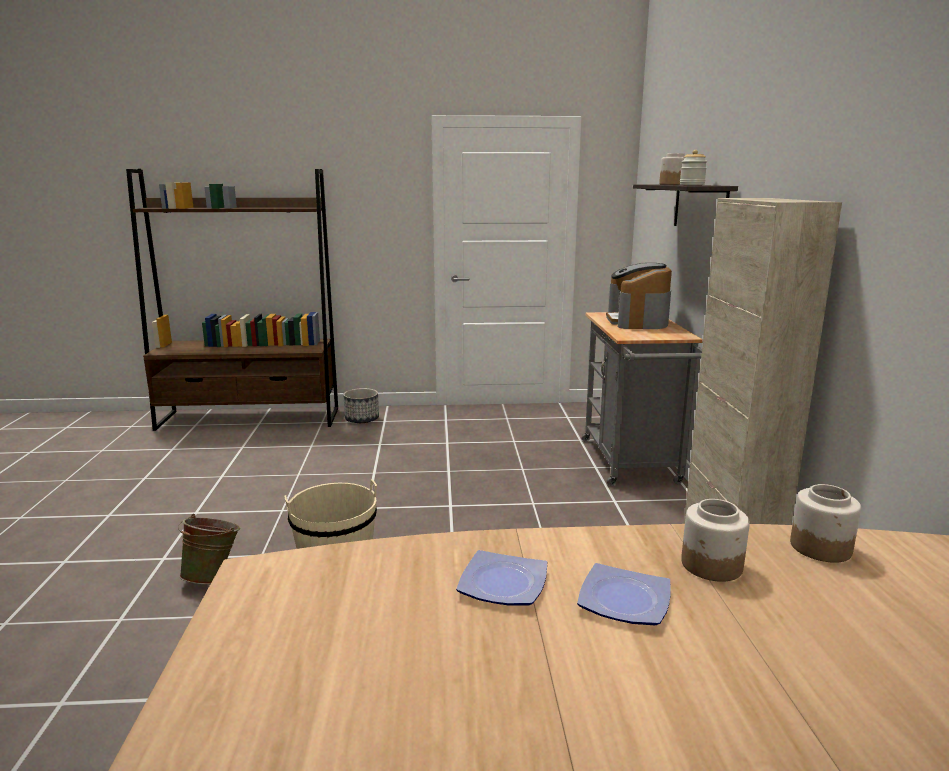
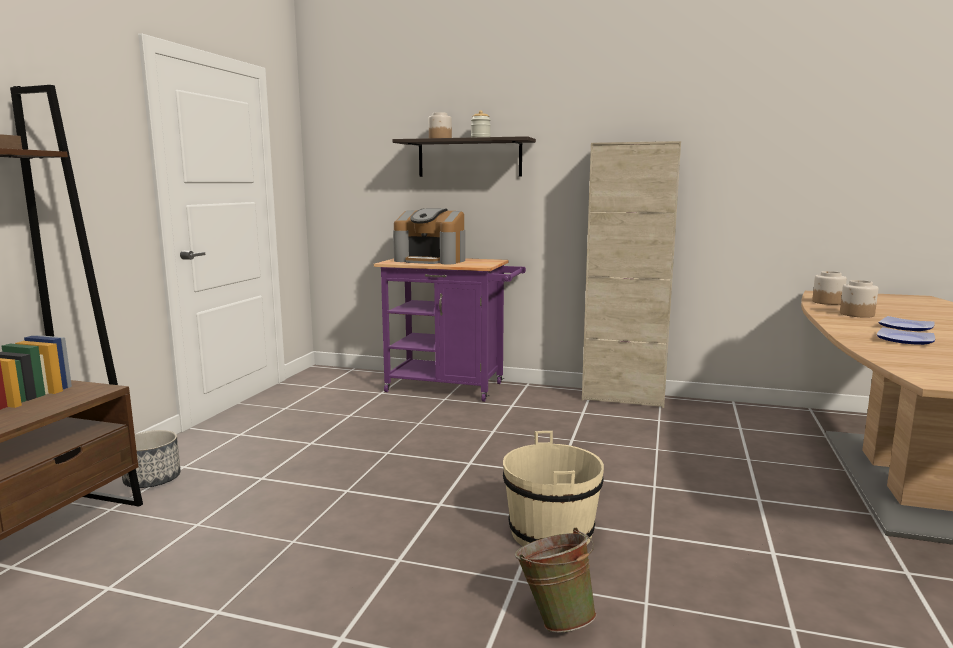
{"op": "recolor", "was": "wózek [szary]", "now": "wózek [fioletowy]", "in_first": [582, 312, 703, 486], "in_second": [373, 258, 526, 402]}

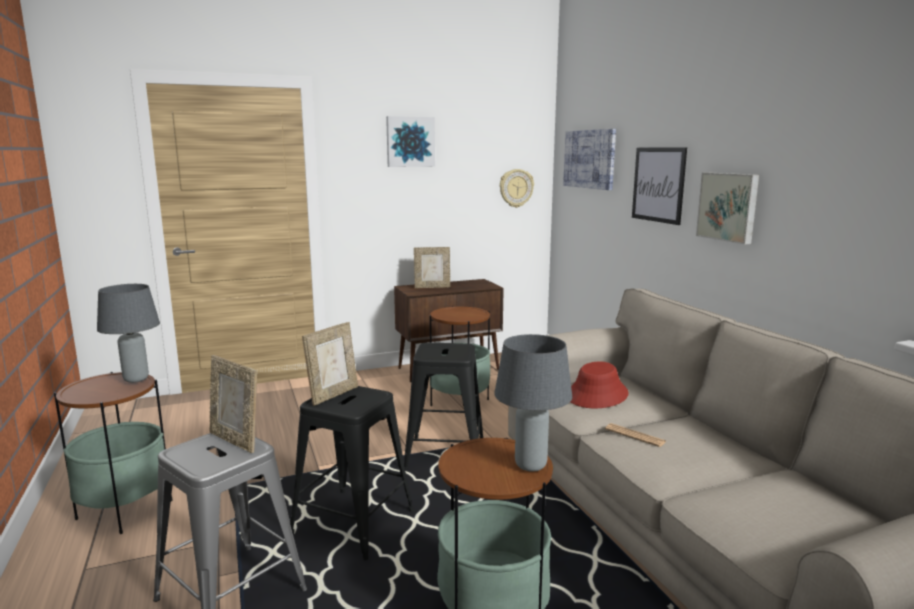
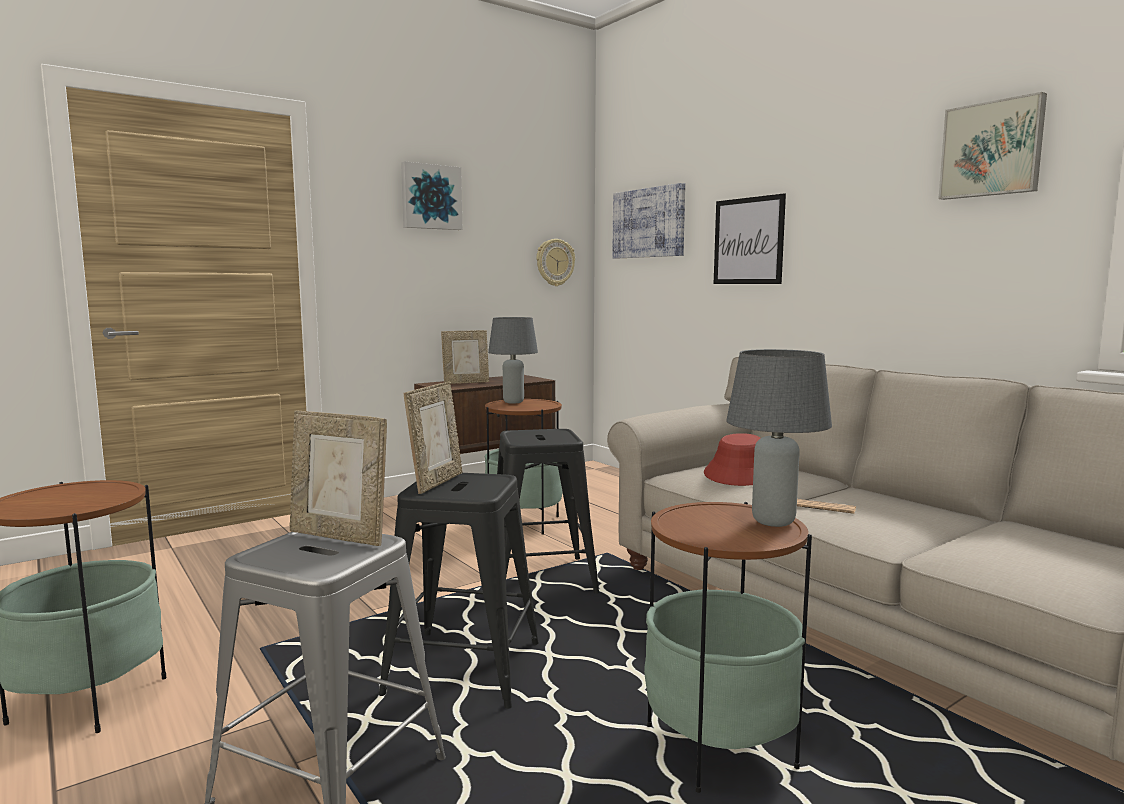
{"op": "move", "was": "lampa stołowa [szary]", "in_first": [97, 284, 160, 383], "in_second": [488, 317, 538, 404]}
{"op": "move", "was": "obraz", "in_first": [696, 172, 759, 244], "in_second": [938, 92, 1047, 200]}

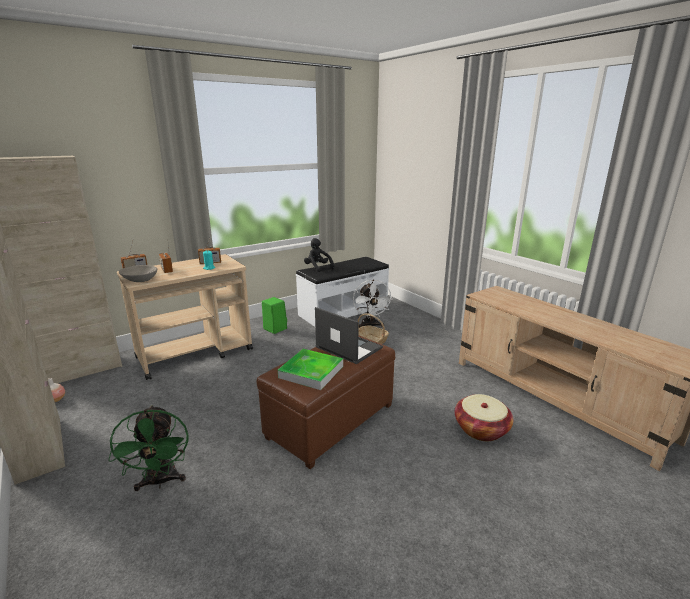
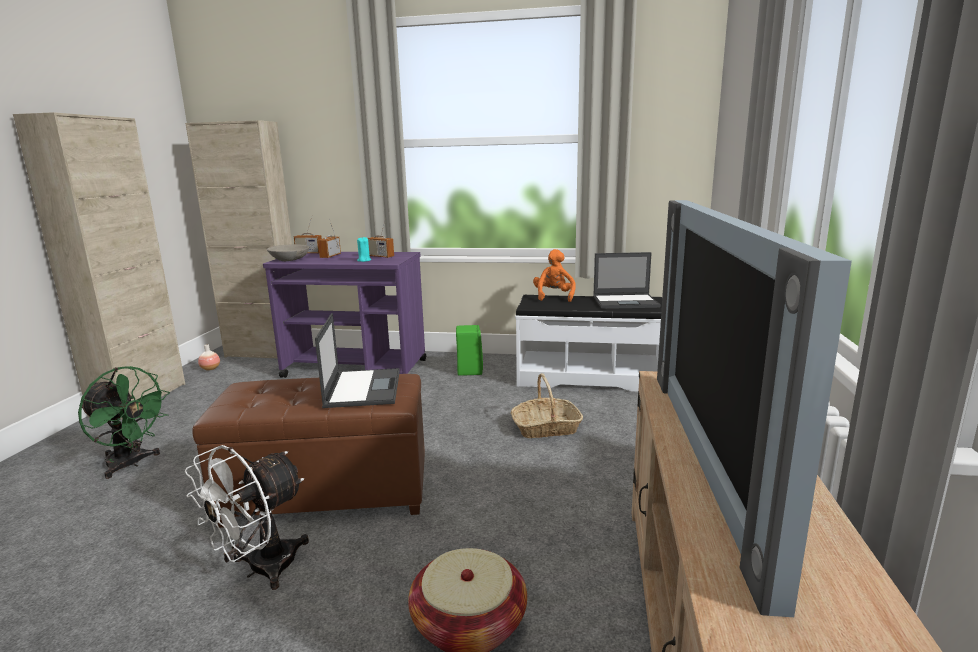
{"op": "rotate", "was": "wentylator [zielony]", "in_first": [108, 405, 189, 491], "in_second": [78, 366, 170, 479], "clockwise": -90}
{"op": "move", "was": "wentylator [biały]", "in_first": [353, 279, 392, 328], "in_second": [185, 445, 309, 590]}
{"op": "recolor", "was": "wózek [beżowy]", "now": "wózek [fioletowy]", "in_first": [117, 254, 253, 380], "in_second": [263, 252, 426, 378]}
{"op": "recolor", "was": "pluszak [czarny]", "now": "pluszak [pomarańczowy]", "in_first": [304, 238, 334, 272], "in_second": [533, 249, 576, 302]}
{"op": "insert", "now": "laptop", "in_second": [593, 252, 661, 309]}
{"op": "insert", "now": "telewizor", "in_second": [657, 200, 852, 617]}
{"op": "delete", "was": "taca", "in_first": [278, 349, 343, 390]}

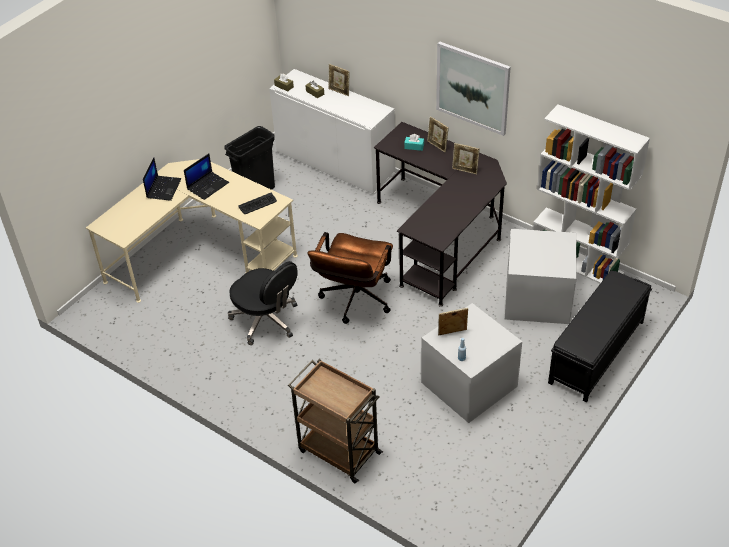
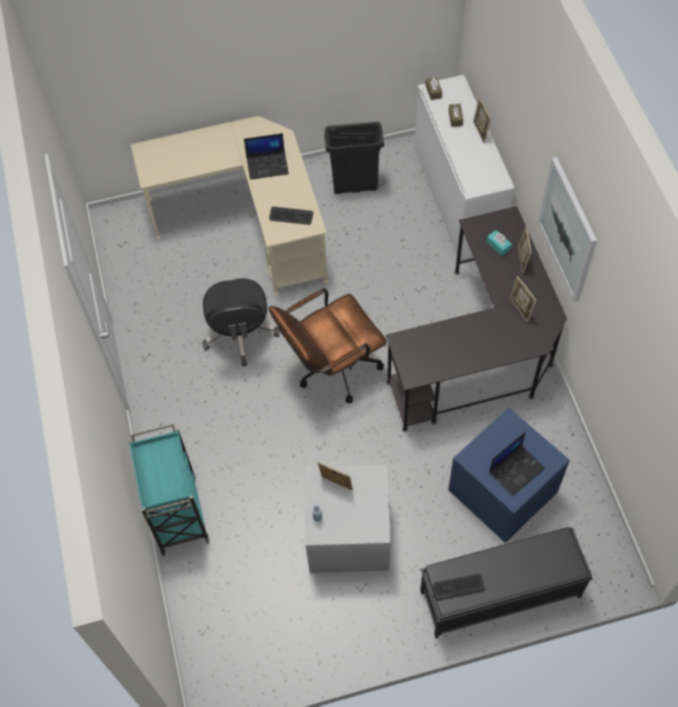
{"op": "recolor", "was": "wózek [brązowy]", "now": "wózek [turkusowy]", "in_first": [288, 359, 383, 483], "in_second": [128, 424, 209, 556]}
{"op": "insert", "now": "klawiatura", "in_second": [433, 574, 485, 600]}
{"op": "recolor", "was": "pojemnik do przechowywania [szary]", "now": "pojemnik do przechowywania [niebieski]", "in_first": [505, 229, 577, 324], "in_second": [448, 408, 570, 543]}
{"op": "move", "was": "laptop", "in_first": [143, 157, 181, 201], "in_second": [489, 432, 545, 496]}
{"op": "delete", "was": "regał [biały]", "in_first": [533, 105, 650, 283]}

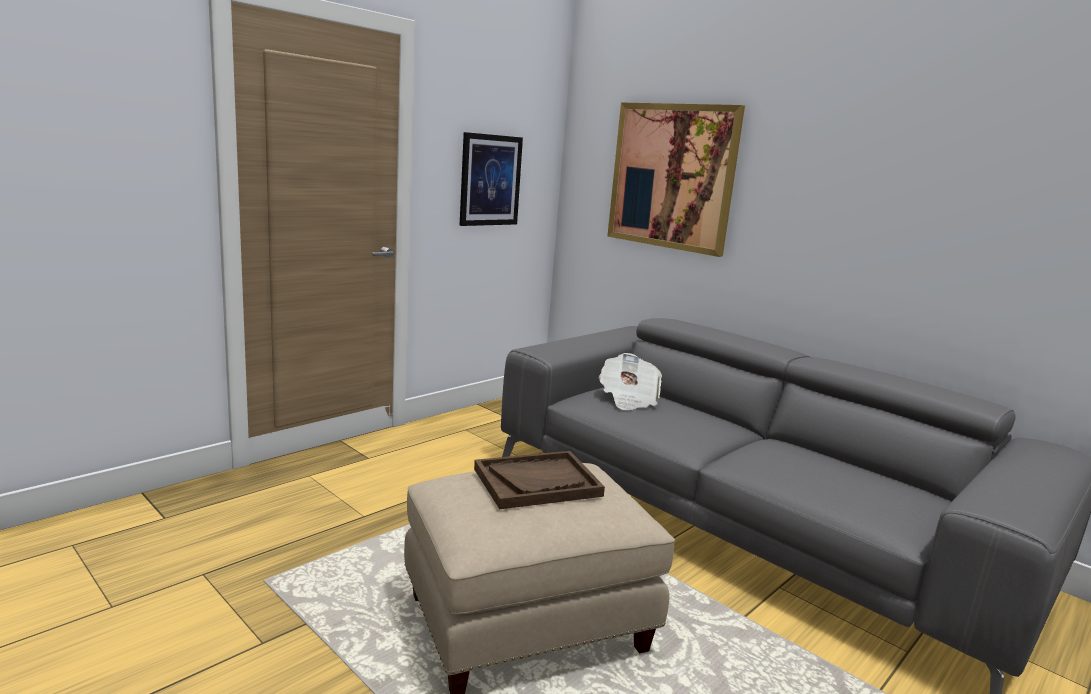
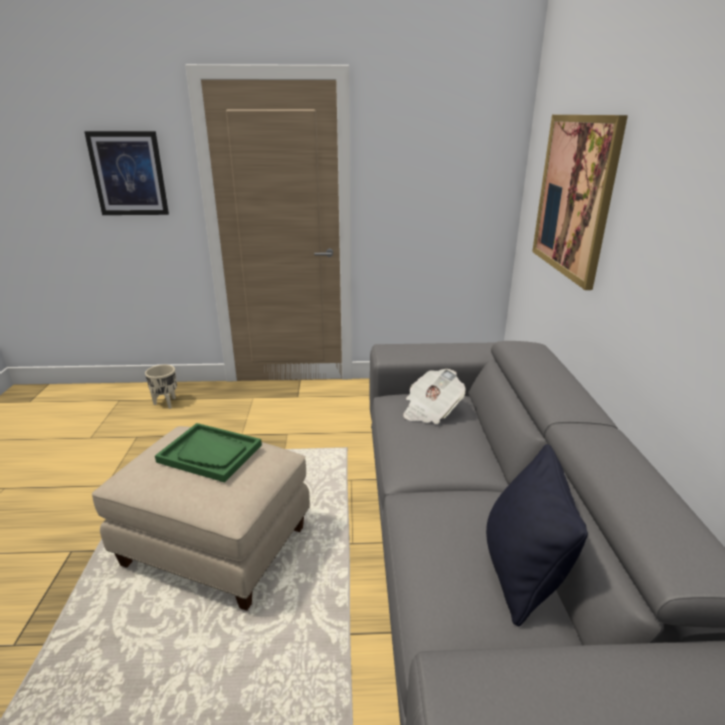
{"op": "move", "was": "obraz", "in_first": [460, 132, 523, 226], "in_second": [84, 131, 169, 215]}
{"op": "insert", "now": "donica [beżowy]", "in_second": [145, 365, 177, 409]}
{"op": "recolor", "was": "taca [brązowy]", "now": "taca [zielony]", "in_first": [474, 451, 605, 509], "in_second": [155, 423, 262, 482]}
{"op": "insert", "now": "poduszka [czarny]", "in_second": [486, 444, 588, 626]}

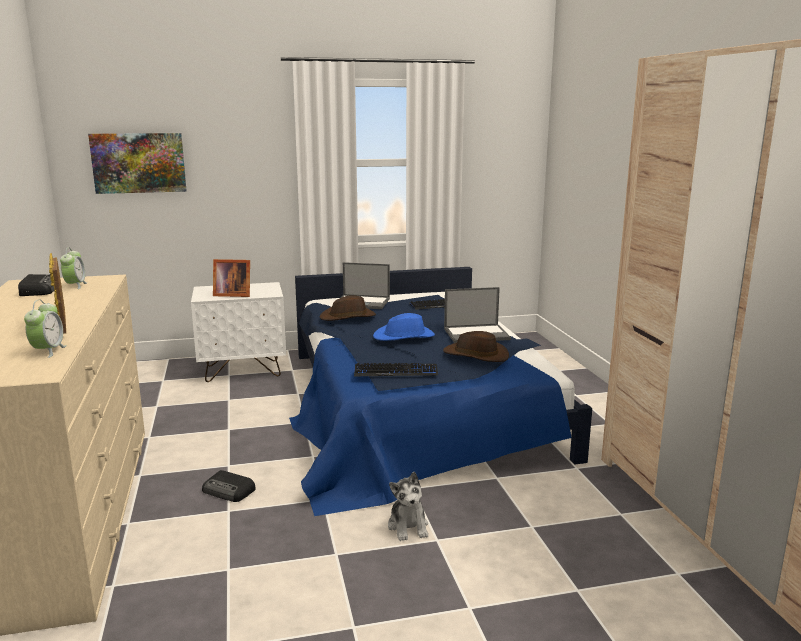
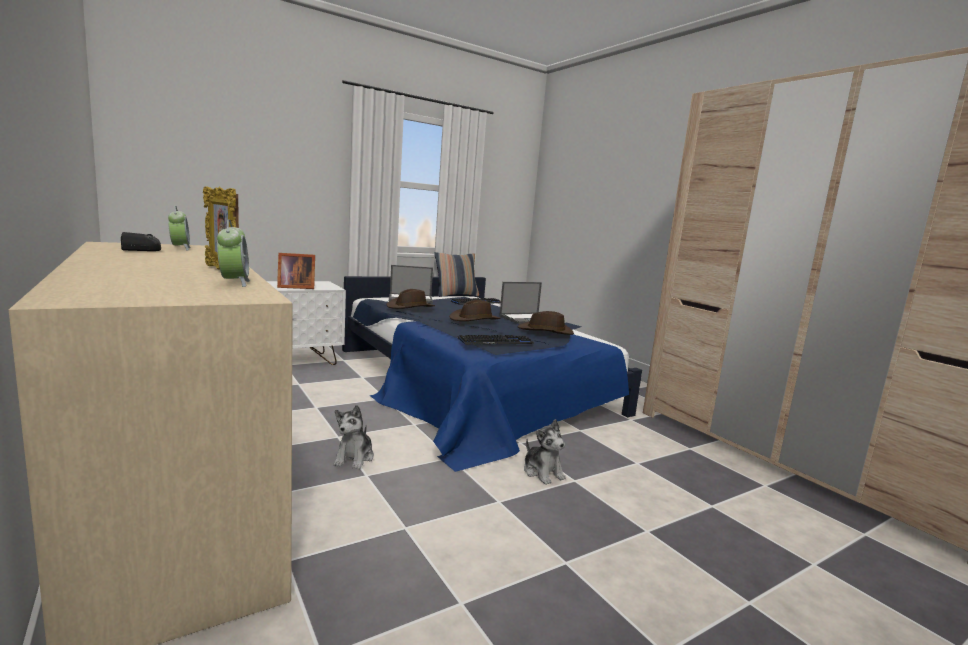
{"op": "replace", "was": "radio", "now": "pluszak", "in_first": [202, 470, 256, 502], "in_second": [333, 405, 374, 469]}
{"op": "insert", "now": "poduszka", "in_second": [435, 252, 479, 297]}
{"op": "recolor", "was": "kapelusz [niebieski]", "now": "kapelusz [brązowy]", "in_first": [373, 313, 435, 341], "in_second": [449, 300, 501, 321]}
{"op": "delete", "was": "obraz", "in_first": [88, 133, 187, 194]}

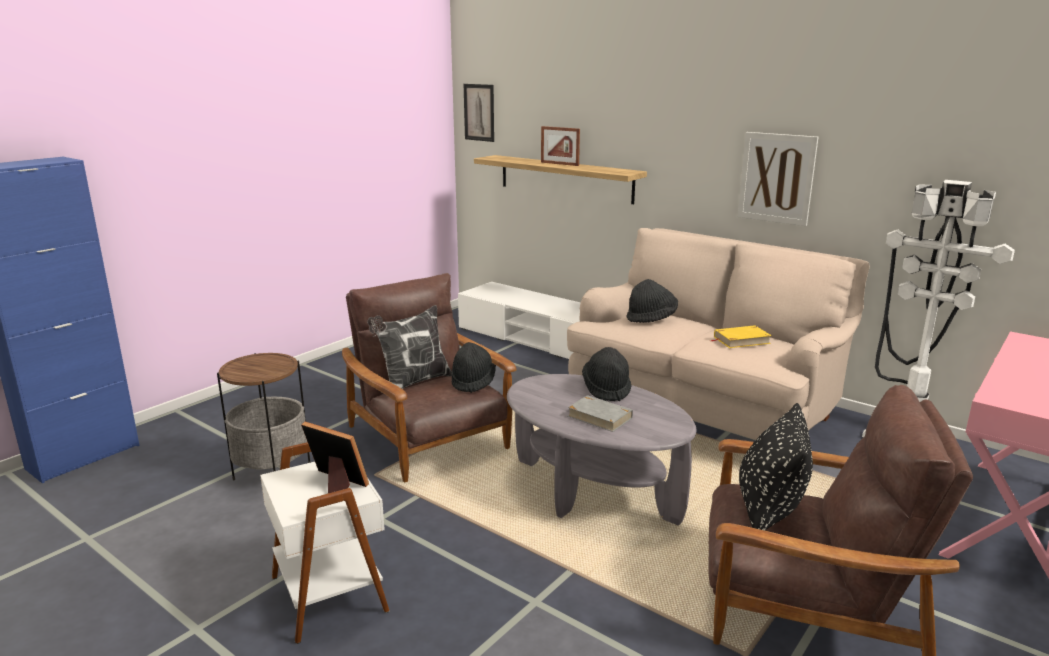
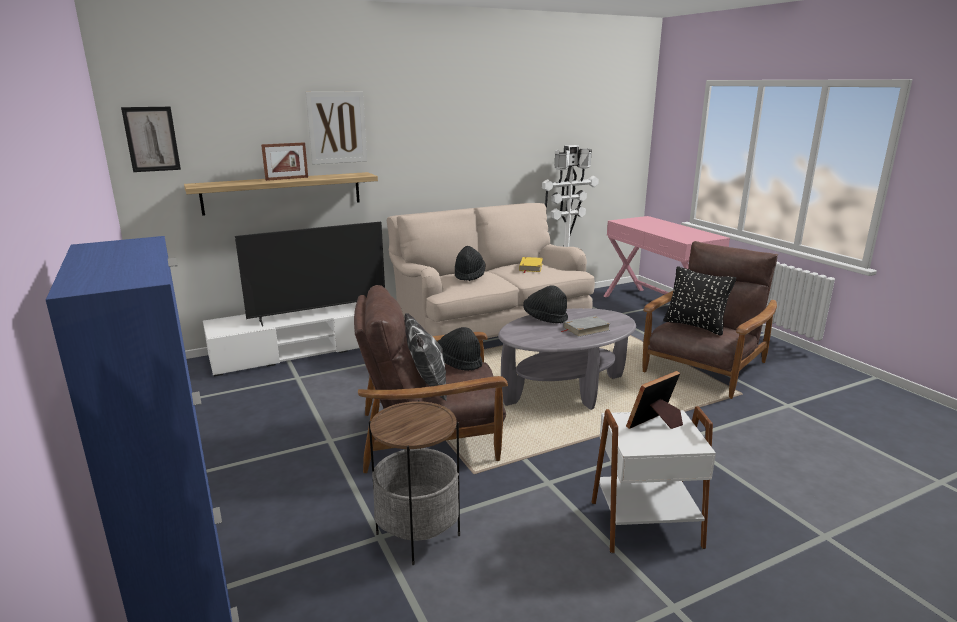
{"op": "insert", "now": "telewizor", "in_second": [235, 222, 385, 327]}
{"op": "move", "was": "obraz", "in_first": [738, 132, 819, 226], "in_second": [305, 92, 367, 165]}

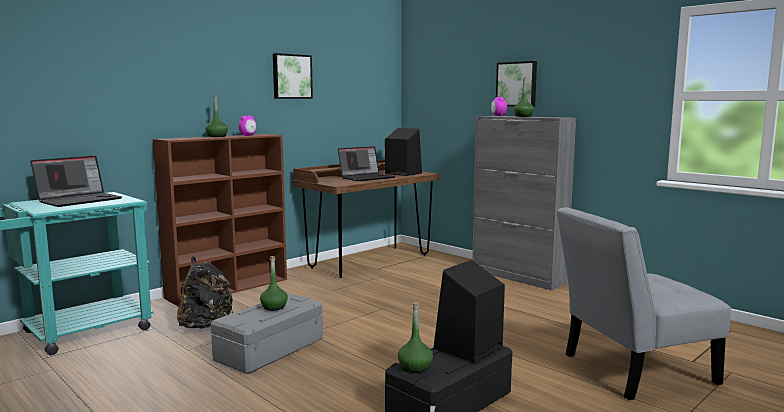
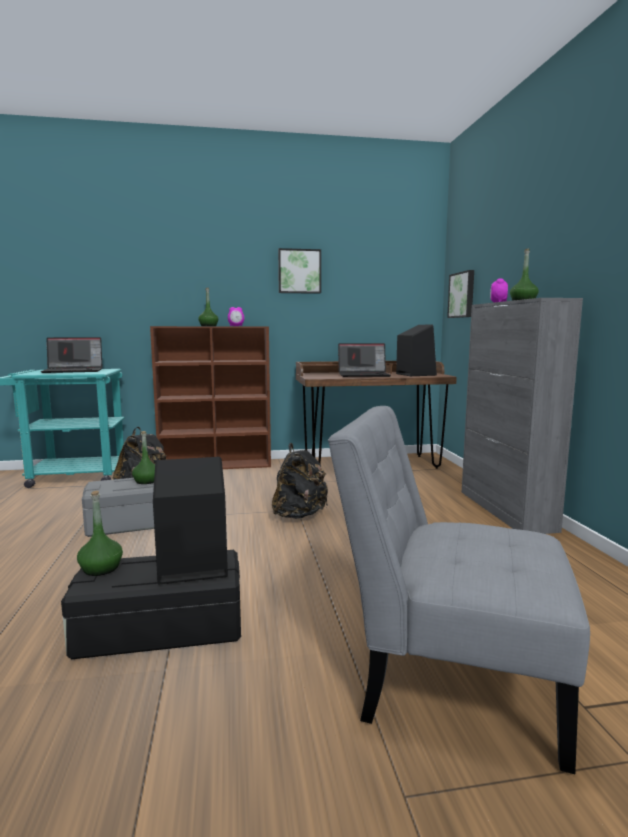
{"op": "insert", "now": "plecak [czarny]", "in_second": [272, 443, 328, 519]}
{"op": "move", "was": "obraz", "in_first": [496, 61, 537, 107], "in_second": [447, 270, 474, 318]}

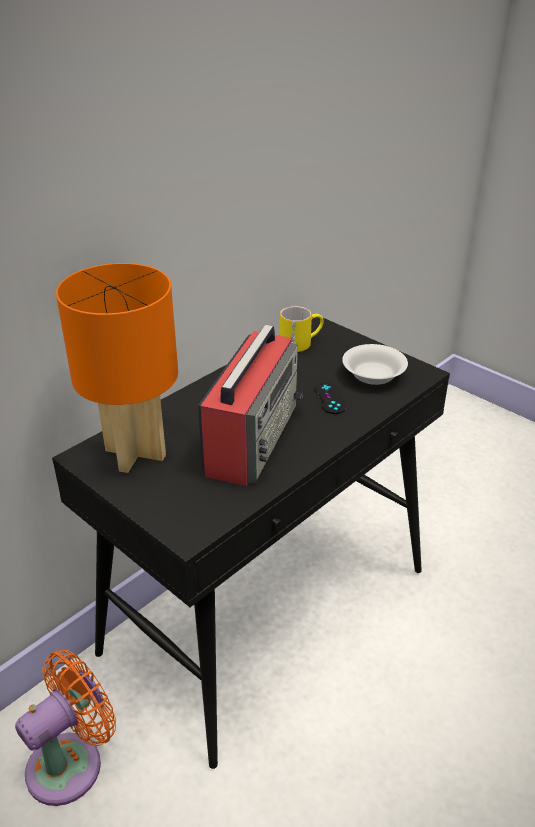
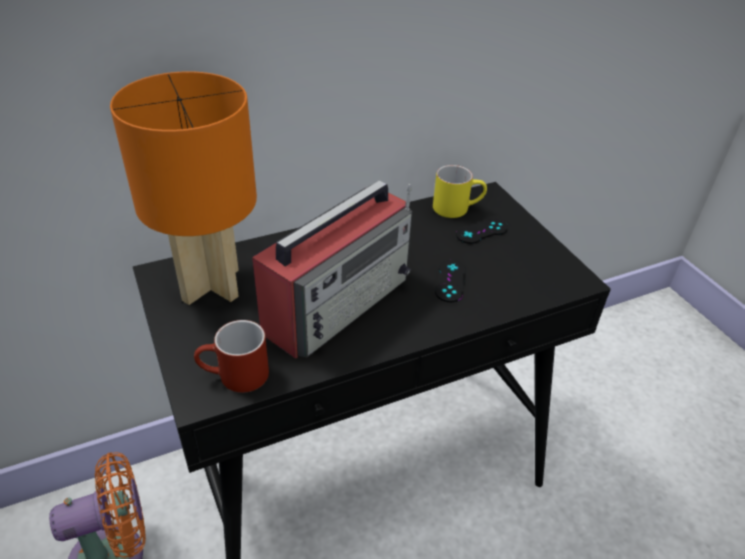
{"op": "insert", "now": "kubek [czerwony]", "in_second": [194, 320, 269, 393]}
{"op": "insert", "now": "pad do gier [czarny]", "in_second": [456, 219, 508, 244]}
{"op": "delete", "was": "miska [biały]", "in_first": [342, 344, 408, 385]}

